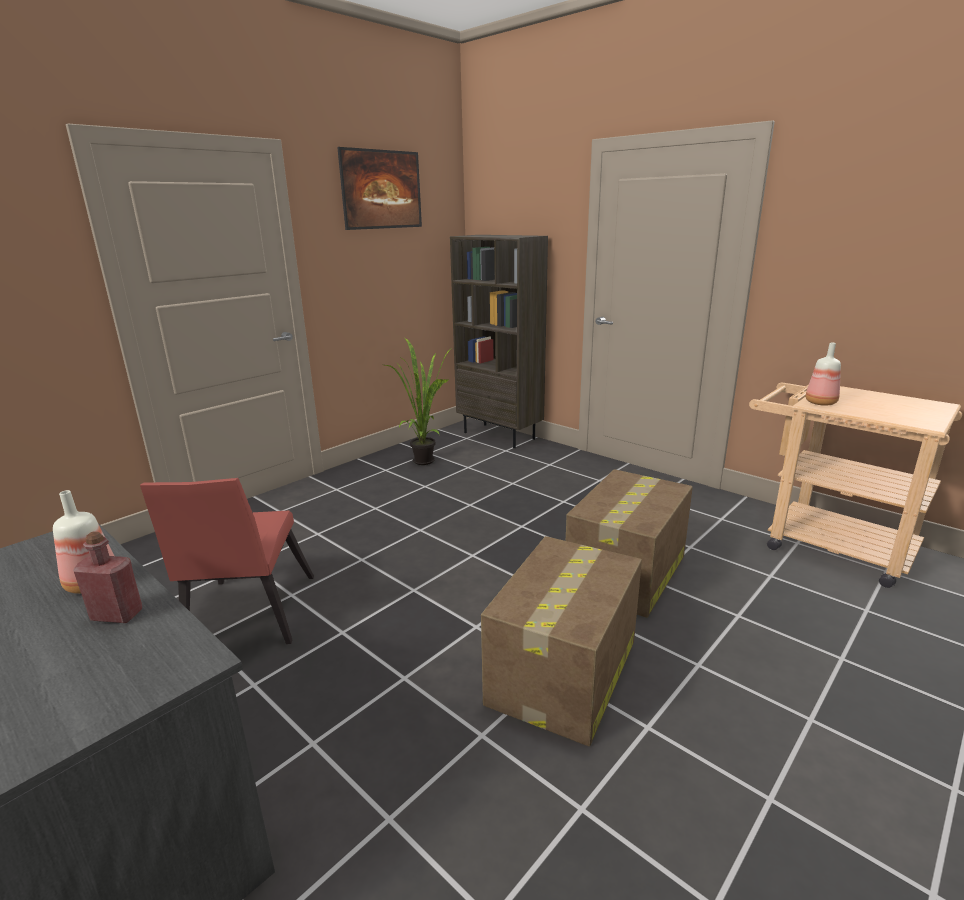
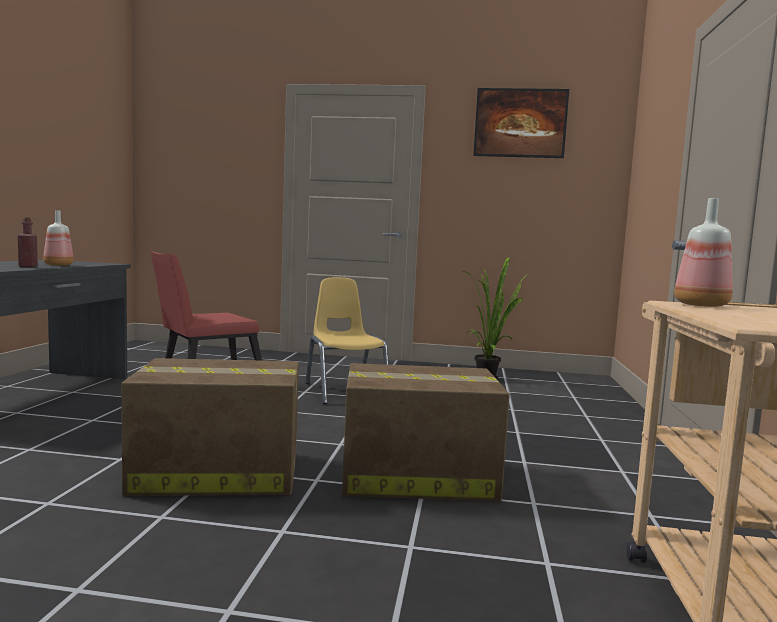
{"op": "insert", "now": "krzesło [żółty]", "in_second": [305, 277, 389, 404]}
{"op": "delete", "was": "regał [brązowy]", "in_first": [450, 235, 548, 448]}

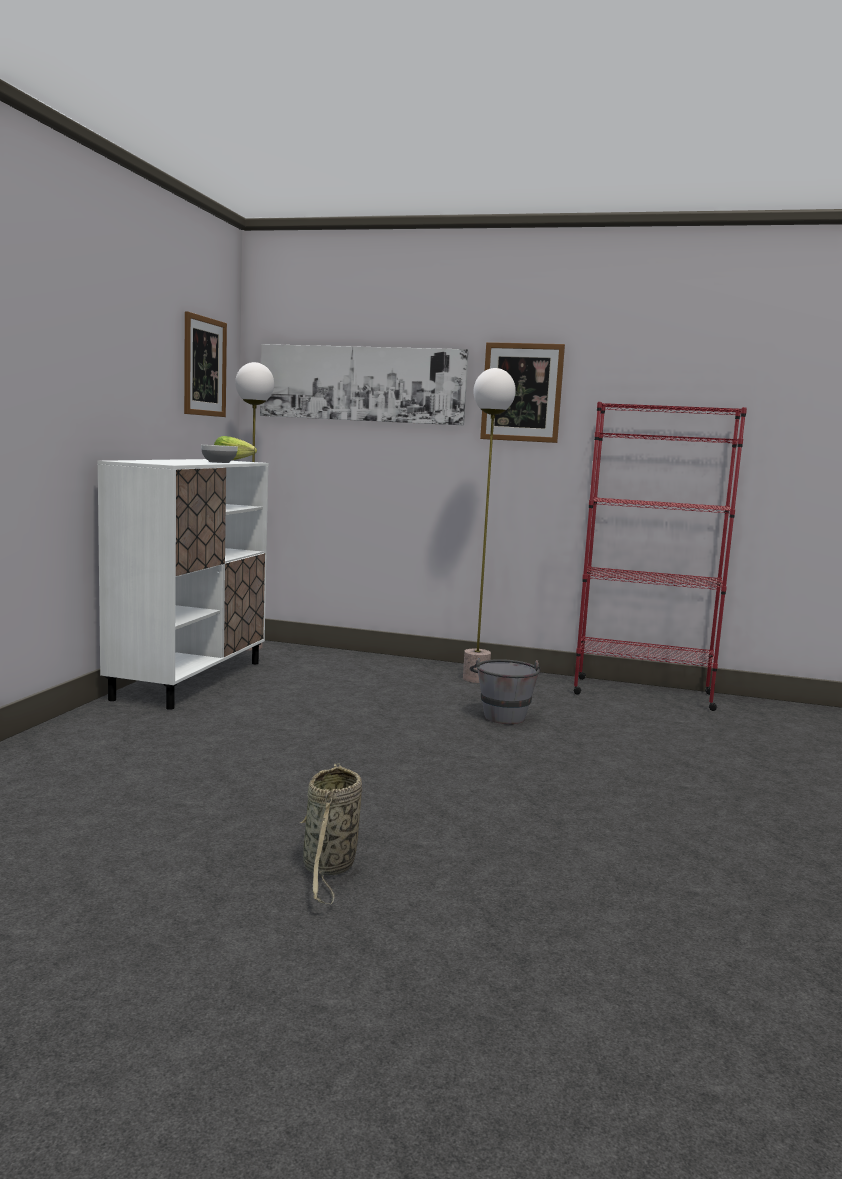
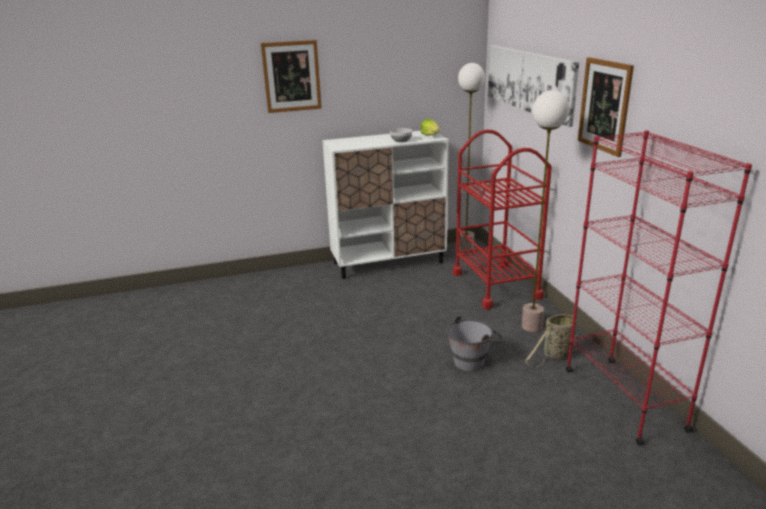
{"op": "move", "was": "obraz", "in_first": [184, 311, 227, 417], "in_second": [261, 40, 322, 113]}
{"op": "insert", "now": "wózek [czerwony]", "in_second": [453, 130, 552, 309]}
{"op": "move", "was": "koszyk", "in_first": [300, 763, 362, 904], "in_second": [525, 314, 580, 368]}

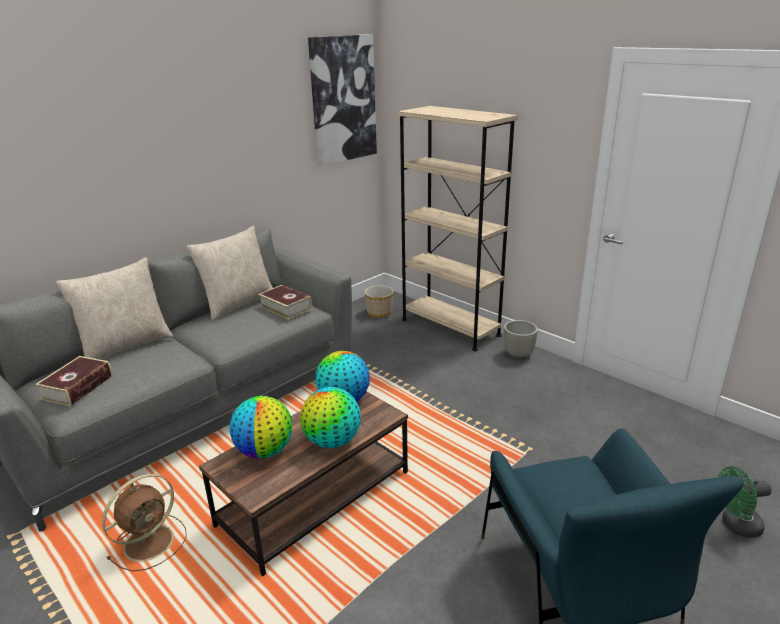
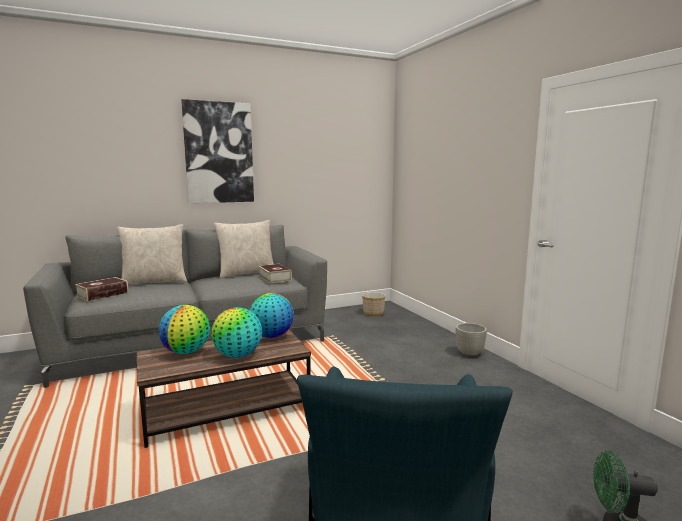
{"op": "move", "was": "obraz", "in_first": [308, 34, 377, 166], "in_second": [181, 99, 254, 203]}
{"op": "delete", "was": "wentylator [brązowy]", "in_first": [102, 474, 187, 571]}
{"op": "delete", "was": "regał [beżowy]", "in_first": [397, 106, 518, 351]}

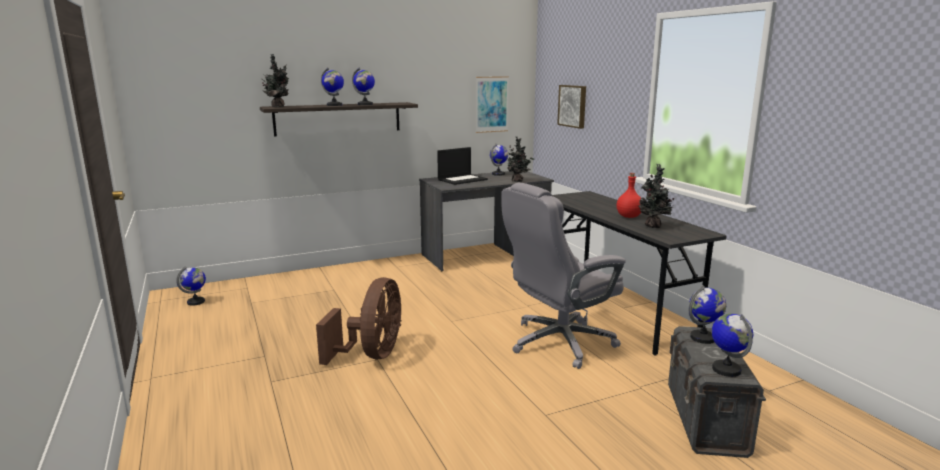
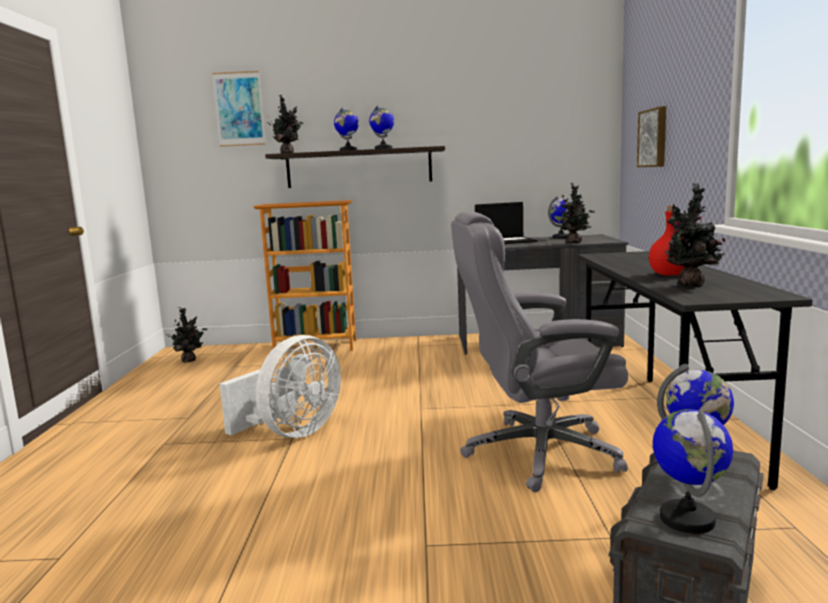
{"op": "replace", "was": "globus", "now": "roślina doniczkowa", "in_first": [176, 266, 206, 306], "in_second": [166, 307, 208, 363]}
{"op": "move", "was": "obraz", "in_first": [476, 76, 509, 133], "in_second": [212, 71, 266, 147]}
{"op": "recolor", "was": "wentylator [brązowy]", "now": "wentylator [biały]", "in_first": [316, 277, 402, 365], "in_second": [220, 335, 341, 438]}
{"op": "insert", "now": "regał", "in_second": [253, 200, 356, 351]}

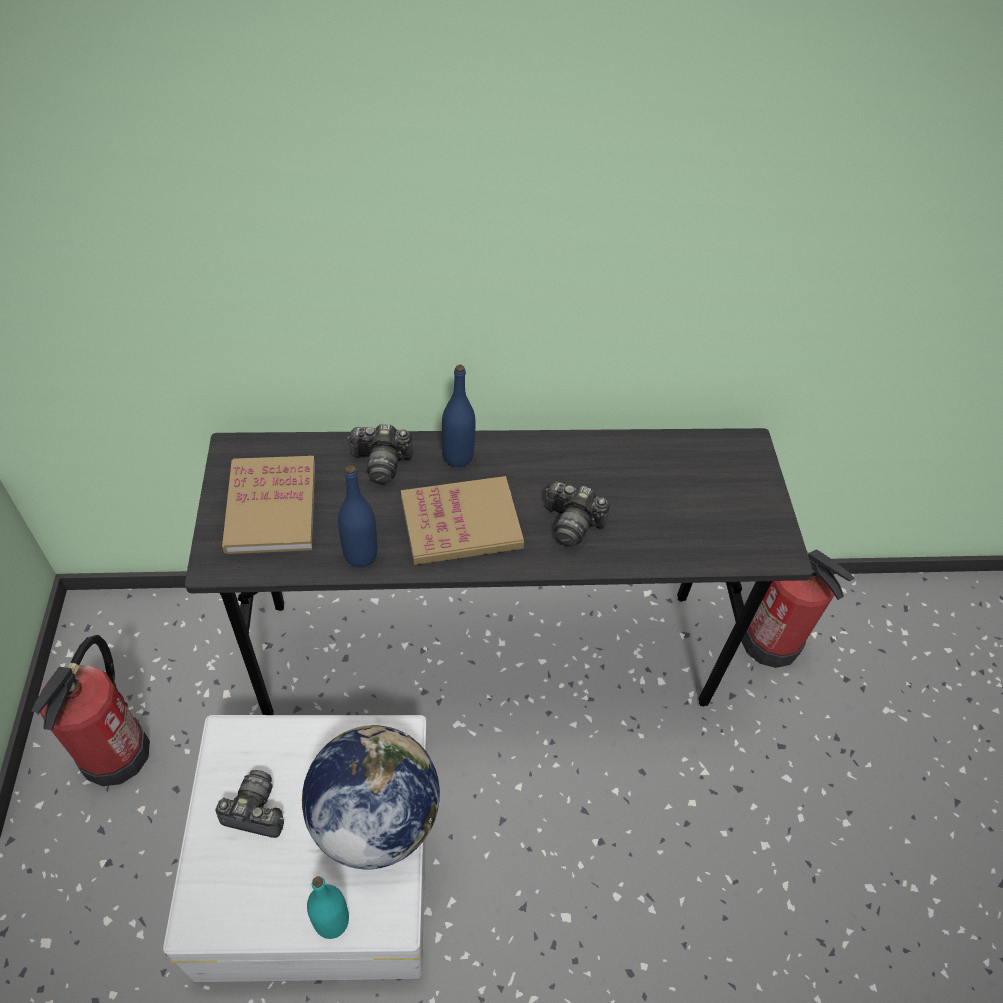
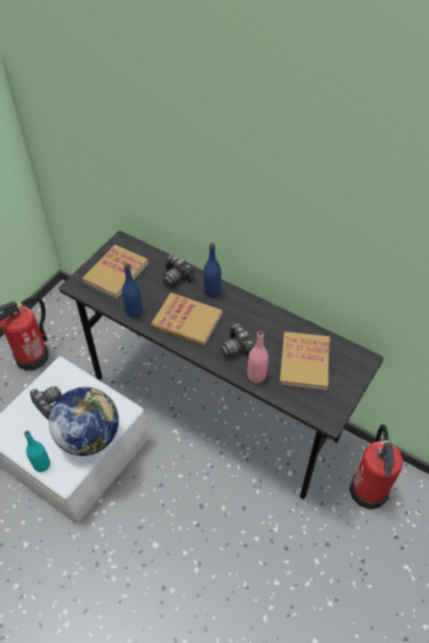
{"op": "insert", "now": "butelka [różowy]", "in_second": [248, 330, 268, 383]}
{"op": "insert", "now": "książka", "in_second": [279, 332, 330, 391]}

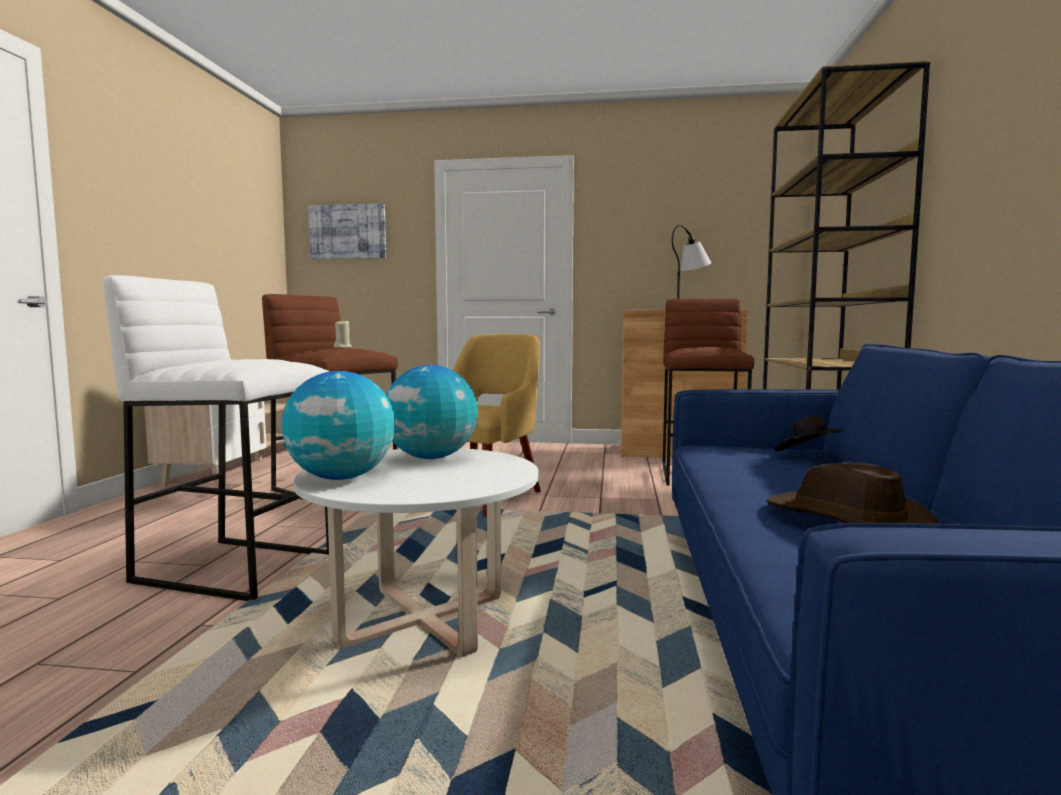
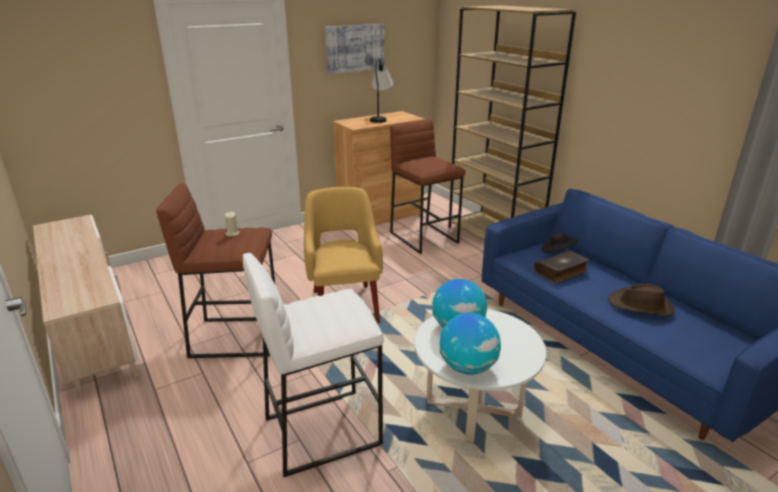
{"op": "move", "was": "obraz", "in_first": [308, 203, 386, 259], "in_second": [325, 24, 384, 74]}
{"op": "insert", "now": "książka", "in_second": [534, 250, 590, 284]}

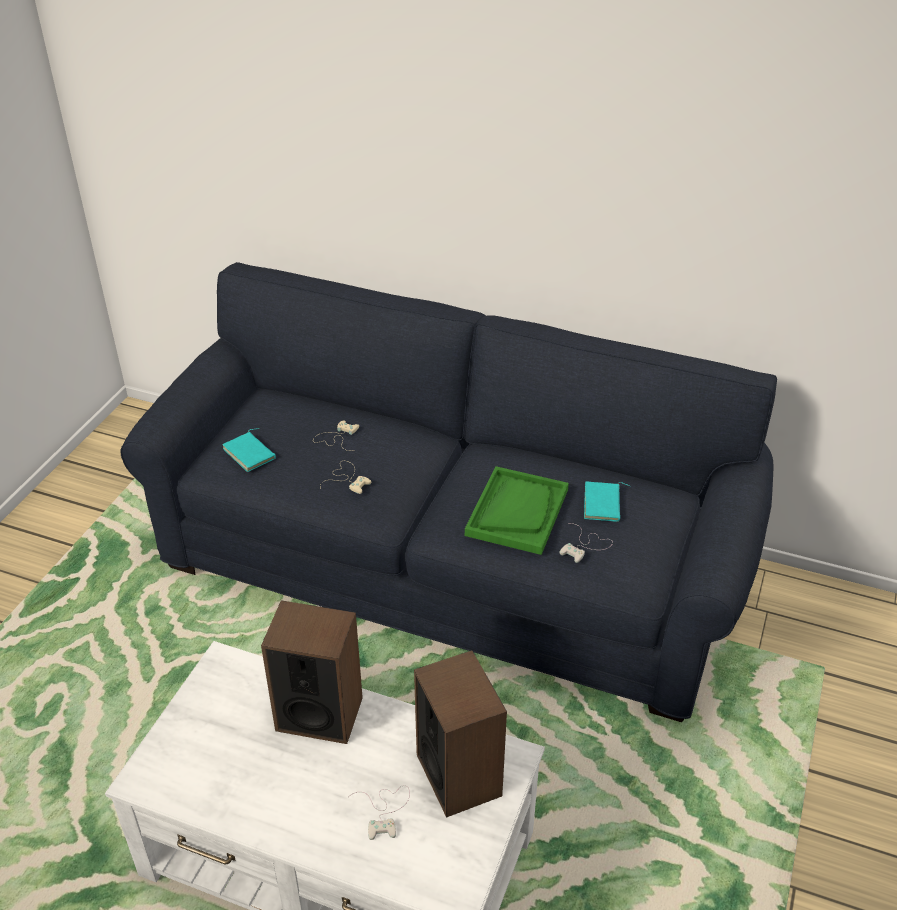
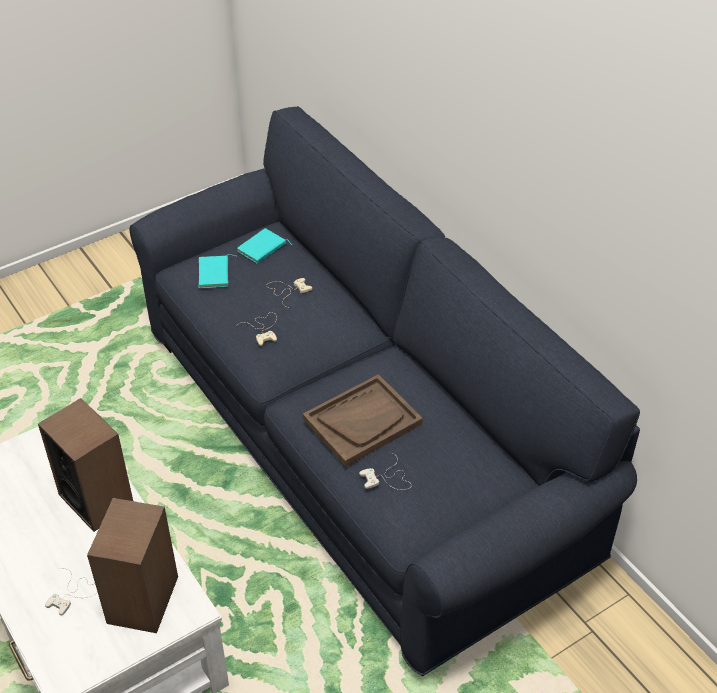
{"op": "move", "was": "książka [turkusowy]", "in_first": [584, 482, 630, 522], "in_second": [237, 228, 292, 263]}
{"op": "recolor", "was": "taca [zielony]", "now": "taca [brązowy]", "in_first": [465, 466, 569, 555], "in_second": [303, 374, 423, 467]}

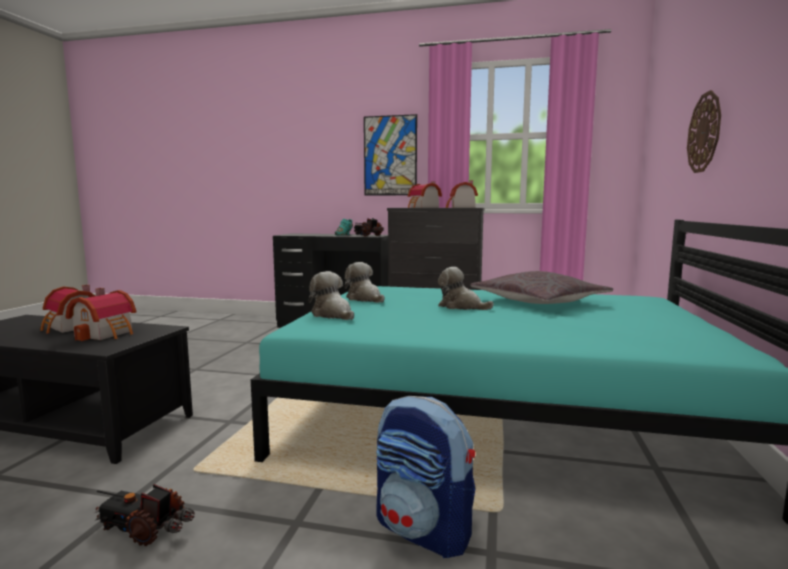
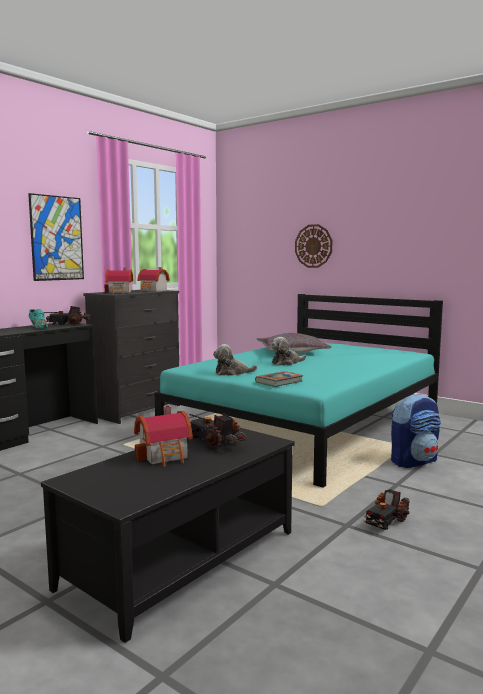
{"op": "replace", "was": "domek", "now": "ciężarówka zabawkowa", "in_first": [66, 288, 136, 341], "in_second": [189, 413, 247, 450]}
{"op": "replace", "was": "pluszak", "now": "książka", "in_first": [308, 271, 354, 320], "in_second": [255, 371, 303, 387]}

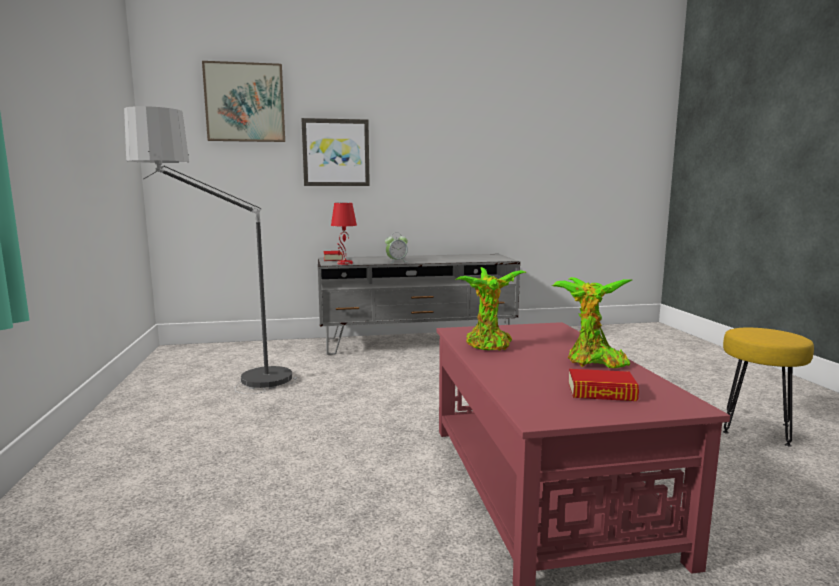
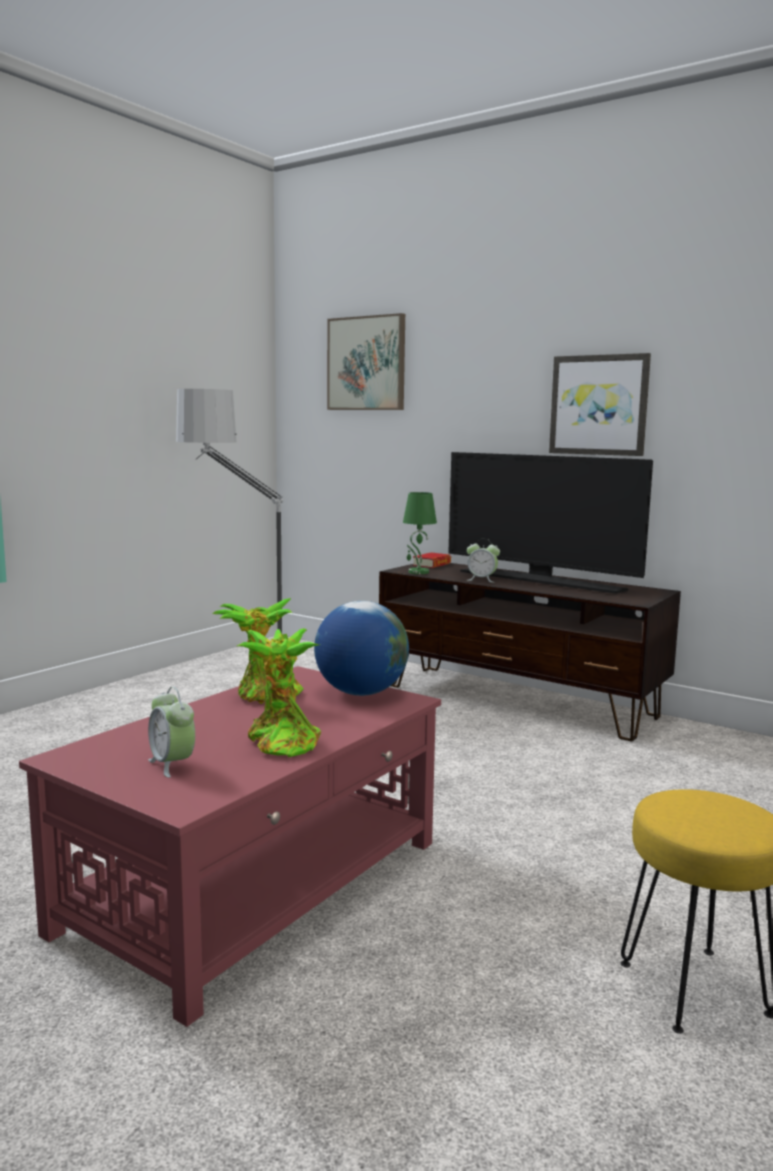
{"op": "replace", "was": "książka", "now": "budzik", "in_first": [568, 369, 639, 401], "in_second": [148, 687, 195, 778]}
{"op": "insert", "now": "globus", "in_second": [314, 601, 409, 696]}
{"op": "recolor", "was": "szafka pod telewizor [szary]", "now": "szafka pod telewizor [brązowy]", "in_first": [318, 254, 520, 355], "in_second": [379, 563, 681, 741]}
{"op": "recolor", "was": "lampa stołowa [czerwony]", "now": "lampa stołowa [zielony]", "in_first": [331, 203, 357, 265], "in_second": [403, 492, 437, 574]}
{"op": "insert", "now": "telewizor", "in_second": [448, 452, 653, 594]}
{"op": "move", "was": "obraz", "in_first": [301, 118, 370, 186], "in_second": [549, 353, 651, 456]}

